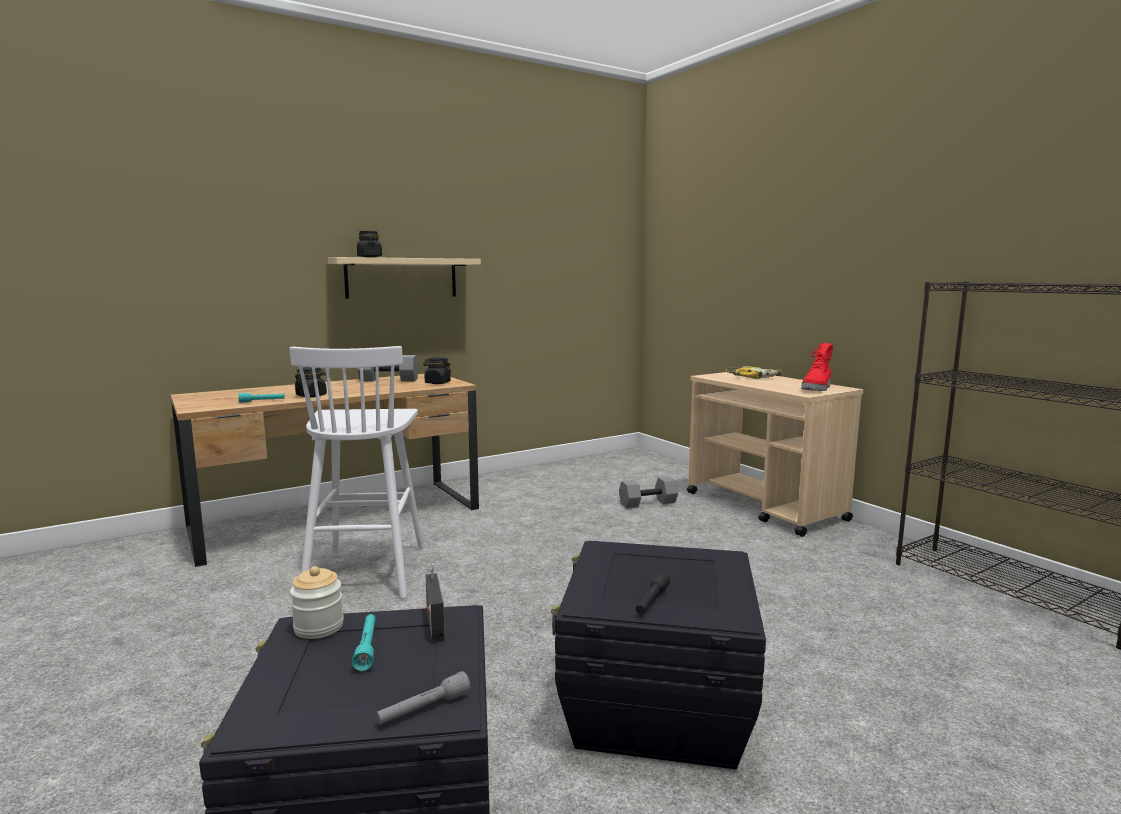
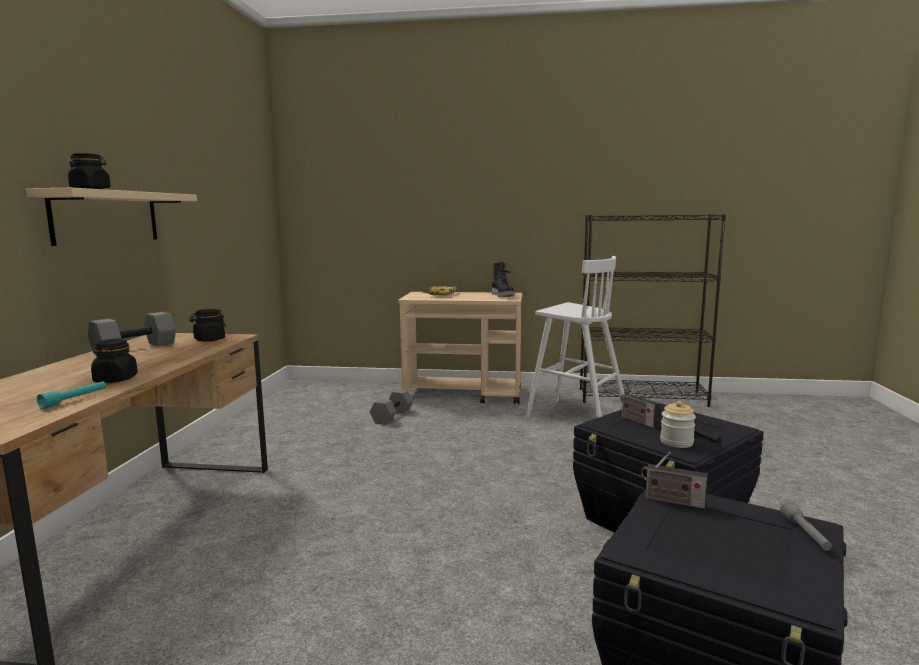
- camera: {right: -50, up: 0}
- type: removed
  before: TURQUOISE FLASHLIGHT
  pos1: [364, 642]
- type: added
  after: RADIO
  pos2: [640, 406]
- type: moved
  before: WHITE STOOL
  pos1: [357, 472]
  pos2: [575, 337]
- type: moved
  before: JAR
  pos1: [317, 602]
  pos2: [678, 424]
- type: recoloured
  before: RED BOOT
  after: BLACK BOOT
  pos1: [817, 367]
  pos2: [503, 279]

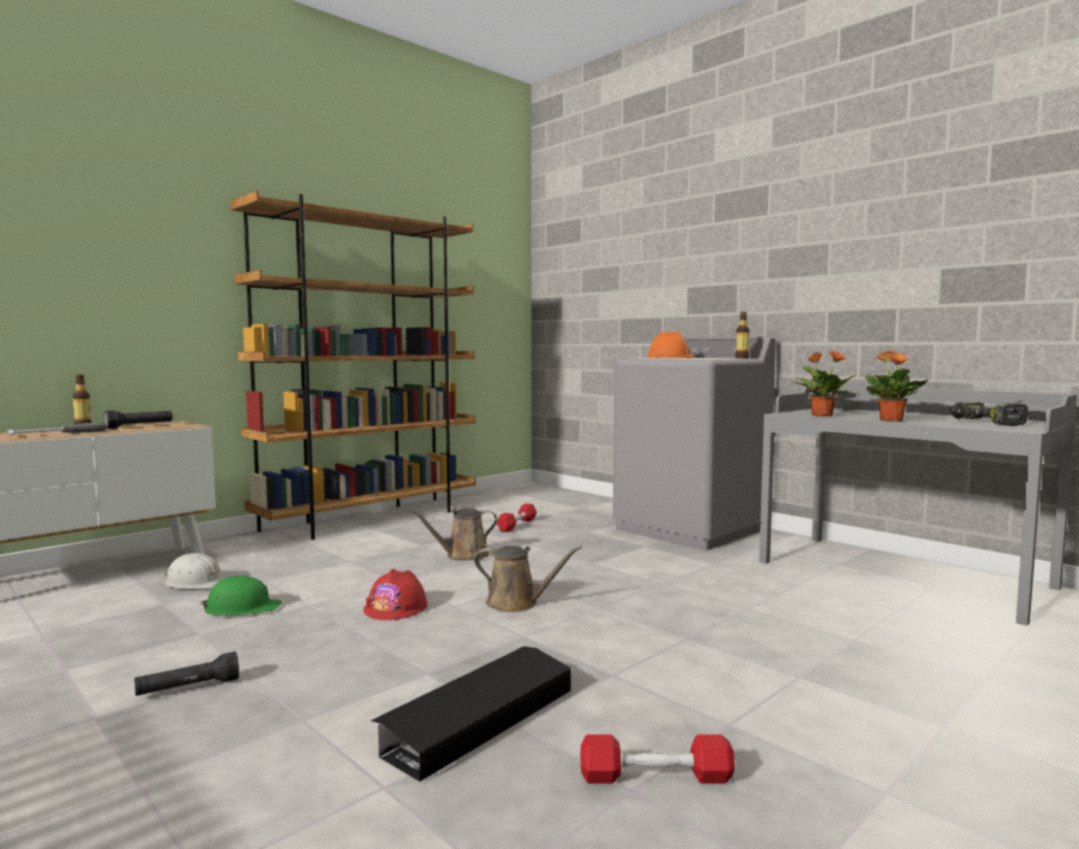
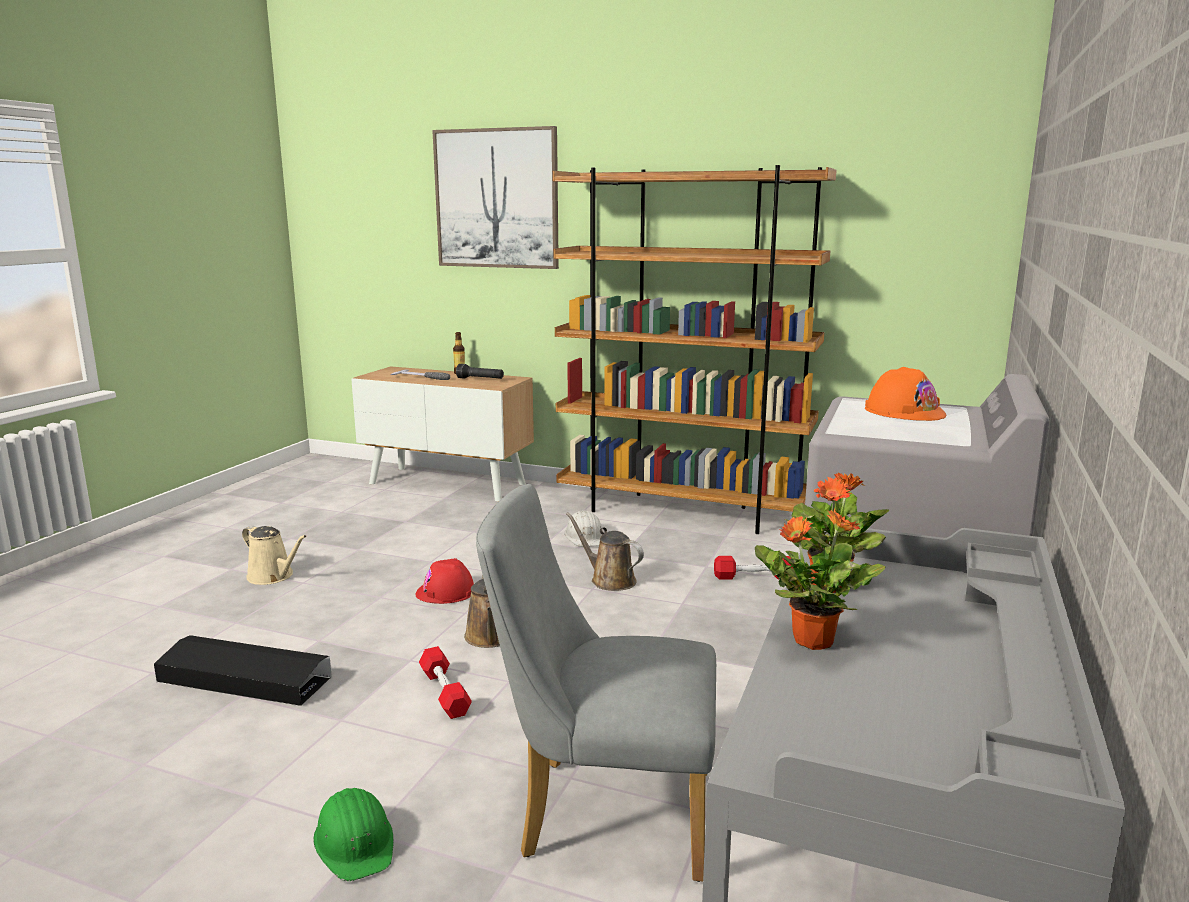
- camera: {right: 65, up: 10}
- type: removed
  before: BOTTLE
  pos1: [742, 335]
- type: removed
  before: POWER DRILL
  pos1: [988, 414]
- type: added
  after: PICTURE
  pos2: [495, 197]
- type: added
  after: GREY CHAIR
  pos2: [596, 683]
- type: moved
  before: WHITE HARD HAT
  pos1: [195, 571]
  pos2: [583, 528]
- type: moved
  before: GREEN HARD HAT
  pos1: [241, 595]
  pos2: [353, 834]
- type: moved
  before: RED DUMBBELL
  pos1: [657, 759]
  pos2: [445, 682]
- type: replaced
  before: BLACK FLASHLIGHT
  after: BEIGE WATERING CAN
  pos1: [186, 674]
  pos2: [274, 555]

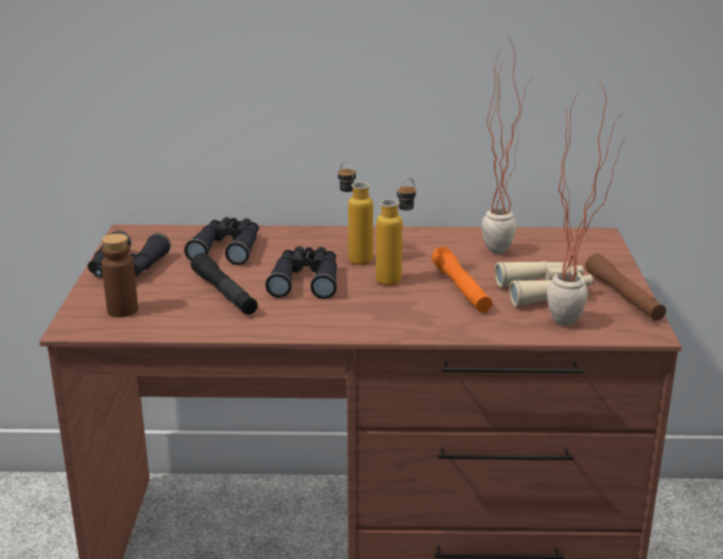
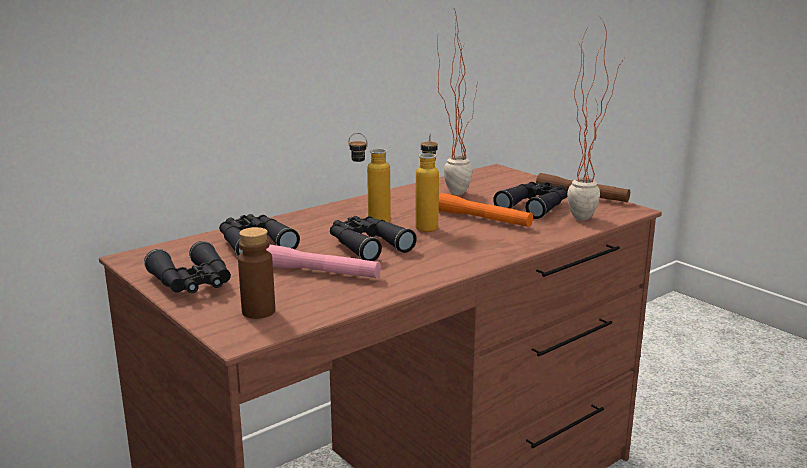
- camera: {right: -40, up: -5}
- type: recoloured
  before: BLACK FLASHLIGHT
  after: PINK FLASHLIGHT
  pos1: [224, 284]
  pos2: [323, 261]
- type: recoloured
  before: BEIGE BINOCULARS
  after: BLACK BINOCULARS
  pos1: [544, 284]
  pos2: [530, 200]

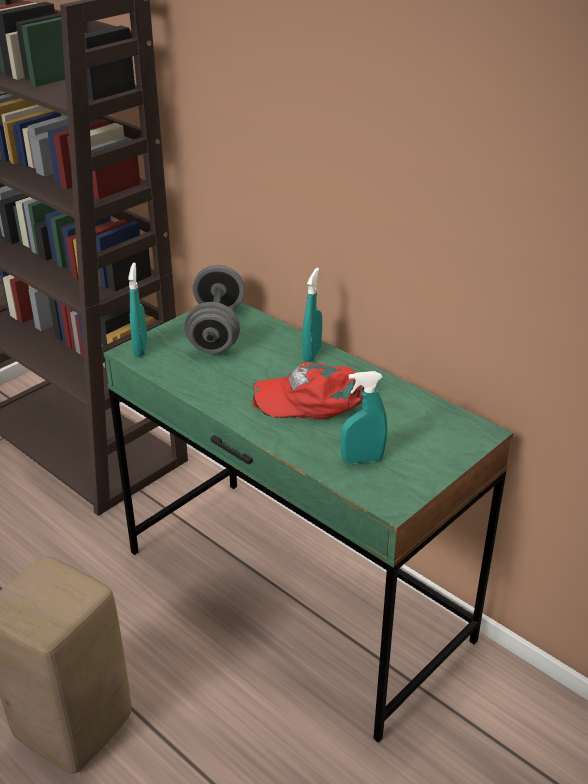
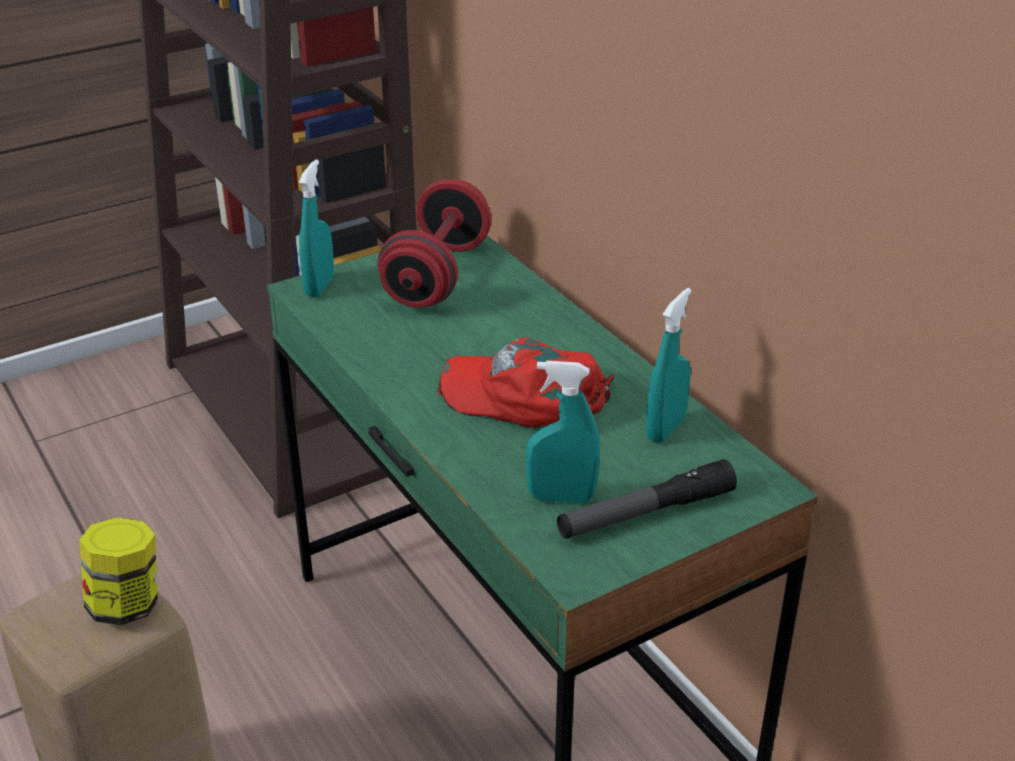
- camera: {right: 15, up: 0}
- type: added
  after: JAR
  pos2: [118, 571]
- type: added
  after: FLASHLIGHT
  pos2: [647, 499]
- type: moved
  before: TURQUOISE SPRAY BOTTLE
  pos1: [312, 315]
  pos2: [669, 365]
- type: recoloured
  before: GREY DUMBBELL
  after: RED DUMBBELL
  pos1: [214, 309]
  pos2: [434, 243]

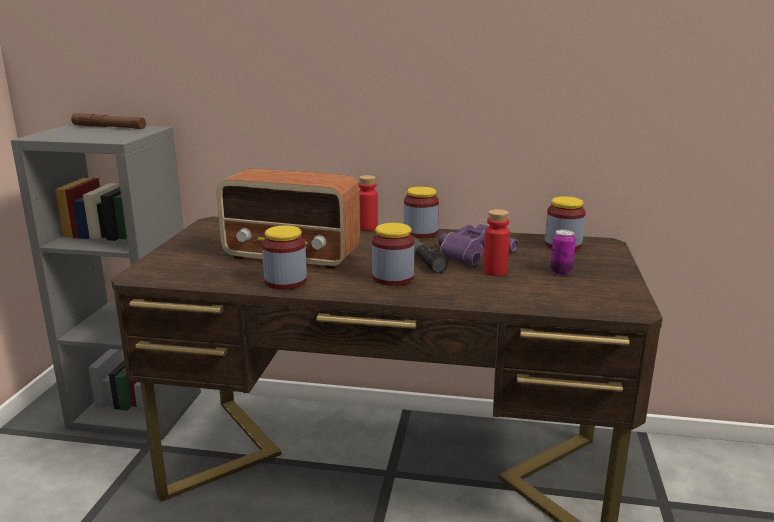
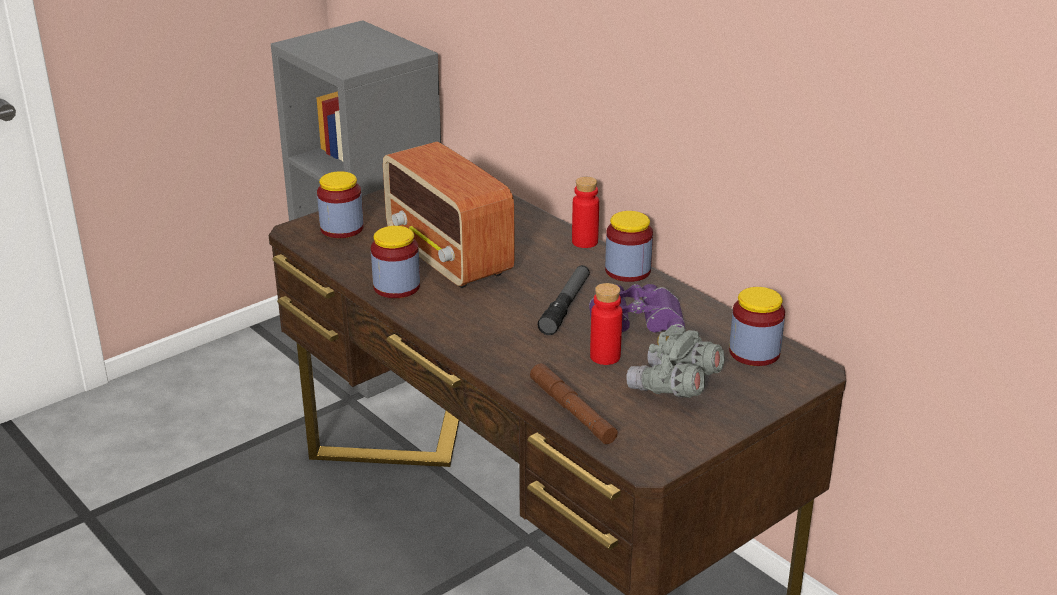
- camera: {right: 40, up: 10}
- type: moved
  before: BROWN FLASHLIGHT
  pos1: [108, 121]
  pos2: [574, 403]
- type: moved
  before: JAR
  pos1: [393, 254]
  pos2: [340, 204]
- type: replaced
  before: CAN
  after: GREY BINOCULARS
  pos1: [563, 252]
  pos2: [675, 361]

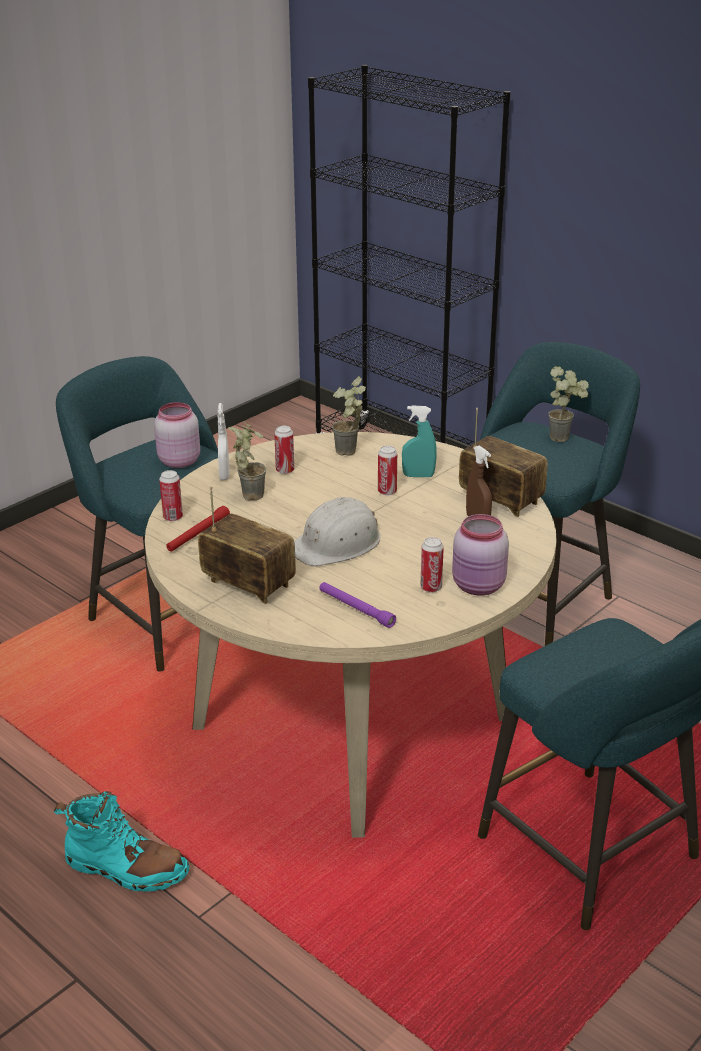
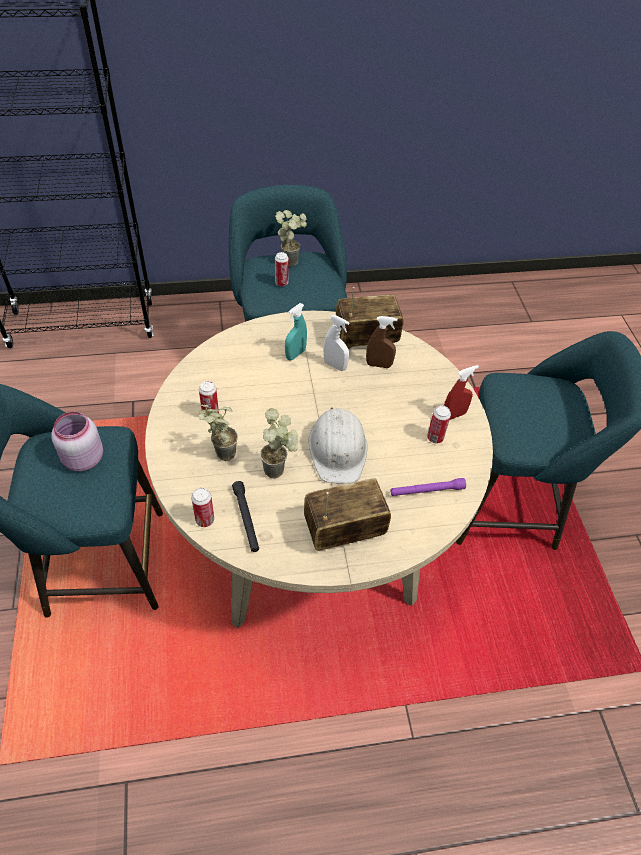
- camera: {right: -55, up: 20}
- type: removed
  before: TURQUOISE BOOT
  pos1: [121, 841]
- type: moved
  before: WHITE SPRAY BOTTLE
  pos1: [223, 441]
  pos2: [336, 343]
- type: moved
  before: POTTED PLANT
  pos1: [349, 416]
  pos2: [279, 443]
- type: moved
  before: CAN
  pos1: [387, 471]
  pos2: [282, 269]
- type: replaced
  before: PINK JAR
  after: RED SPRAY BOTTLE
  pos1: [480, 554]
  pos2: [461, 392]
- type: recoloured
  before: RED FLASHLIGHT
  after: BLACK FLASHLIGHT
  pos1: [198, 529]
  pos2: [245, 516]

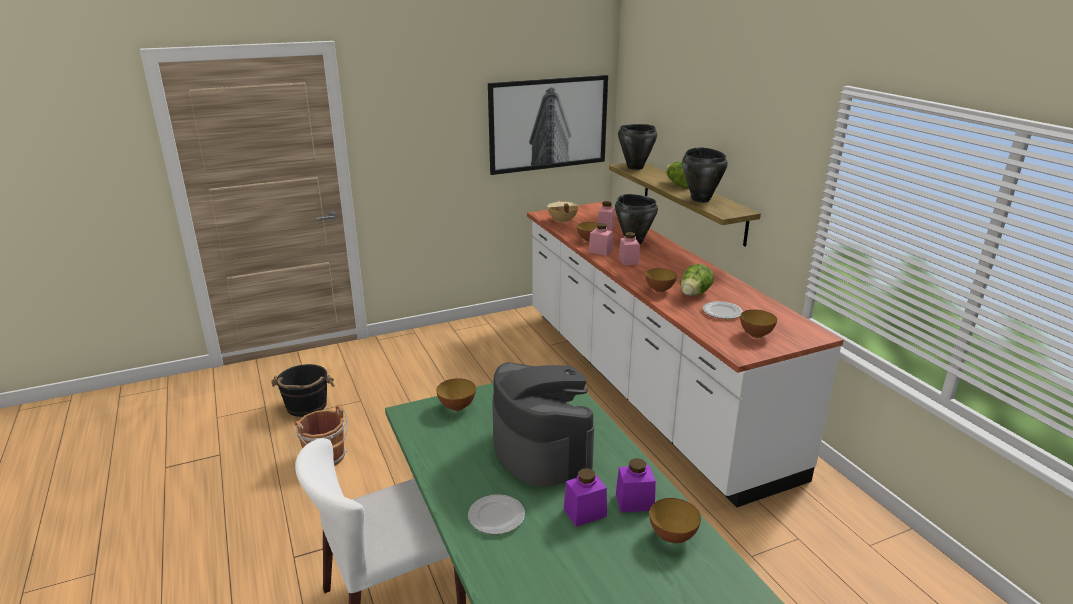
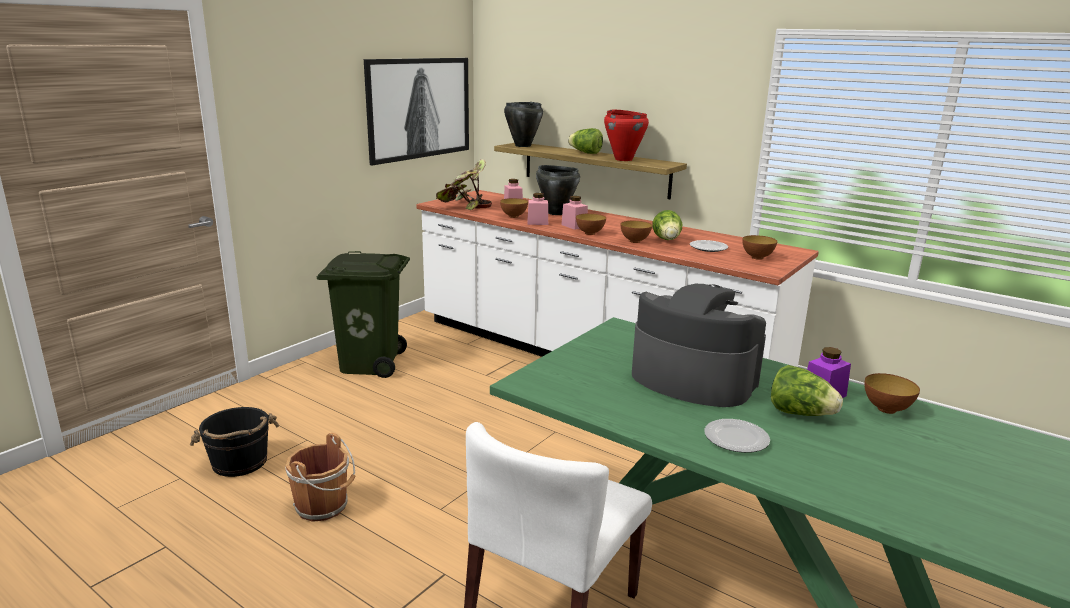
- camera: {right: -30, up: -5}
- type: added
  after: GREEN TRASH CAN
  pos2: [363, 314]
- type: moved
  before: BOWL
  pos1: [456, 394]
  pos2: [591, 224]
- type: replaced
  before: BEIGE COOKING POT
  after: POTTED PLANT
  pos1: [562, 212]
  pos2: [464, 184]
- type: replaced
  before: PURPLE JAR
  after: LETTUCE
  pos1: [585, 497]
  pos2: [807, 390]
- type: recoloured
  before: BLACK COOKING POT
  after: RED COOKING POT
  pos1: [705, 174]
  pos2: [626, 135]

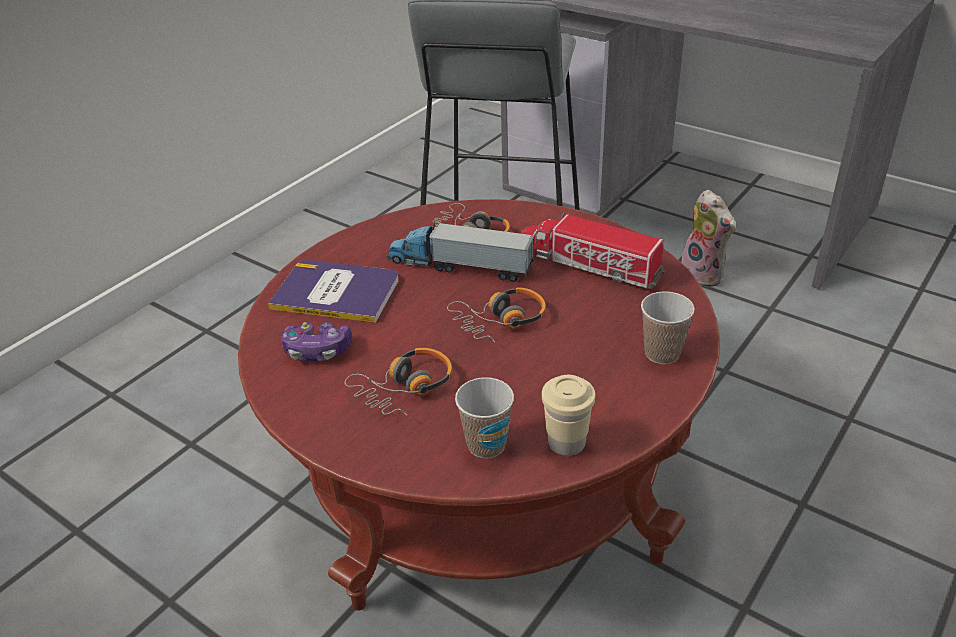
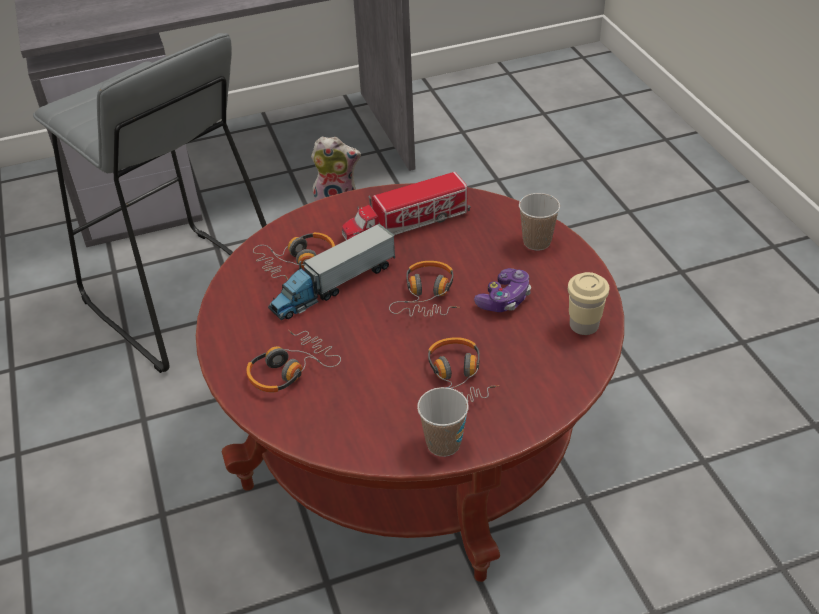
- camera: {right: -55, up: 5}
- type: moved
  before: GAME CONTROLLER
  pos1: [316, 342]
  pos2: [502, 290]
- type: moved
  before: CUP
  pos1: [484, 417]
  pos2: [443, 422]
- type: replaced
  before: BOOK
  after: HEADPHONES
  pos1: [333, 291]
  pos2: [293, 361]

